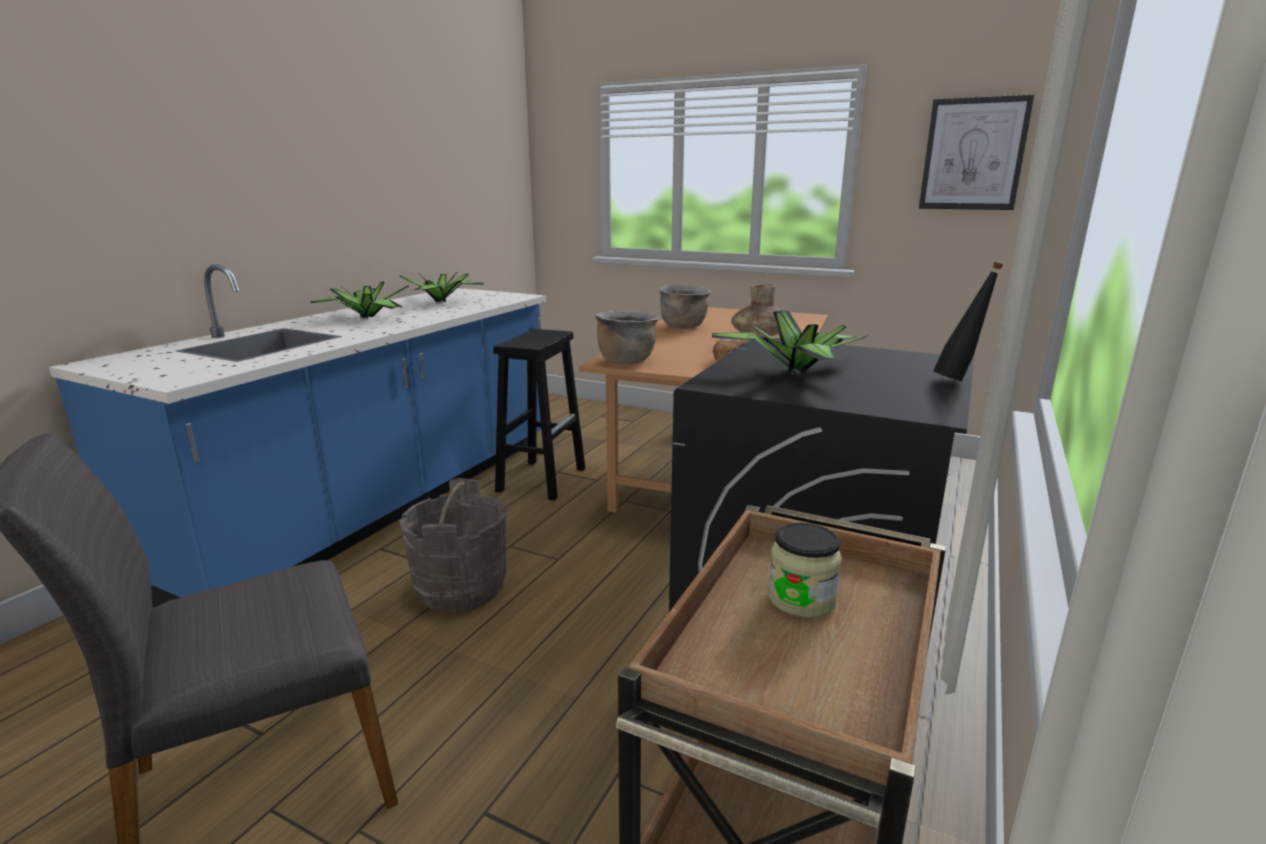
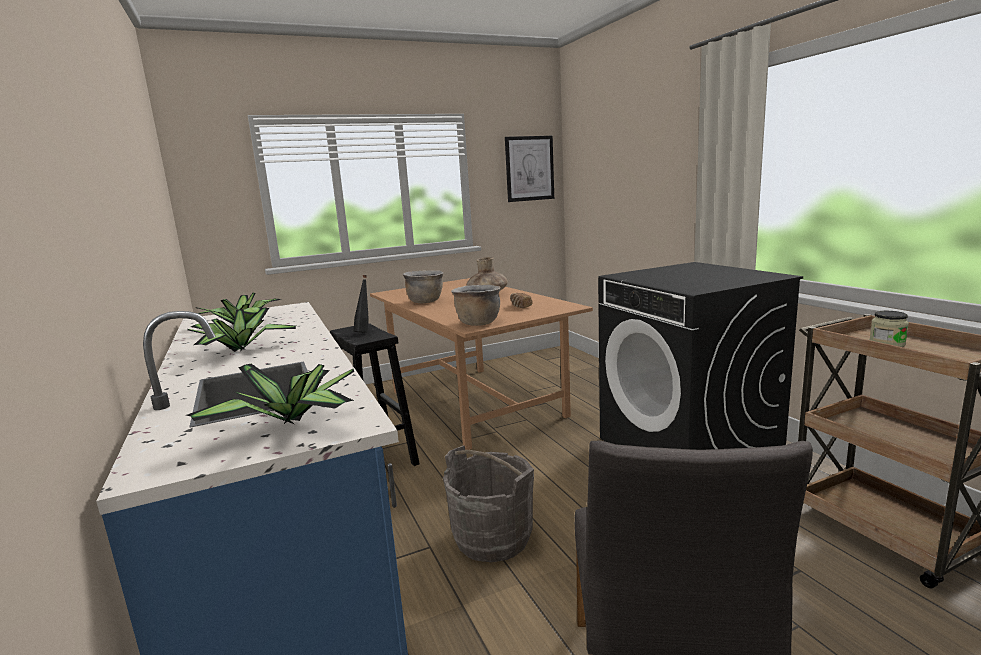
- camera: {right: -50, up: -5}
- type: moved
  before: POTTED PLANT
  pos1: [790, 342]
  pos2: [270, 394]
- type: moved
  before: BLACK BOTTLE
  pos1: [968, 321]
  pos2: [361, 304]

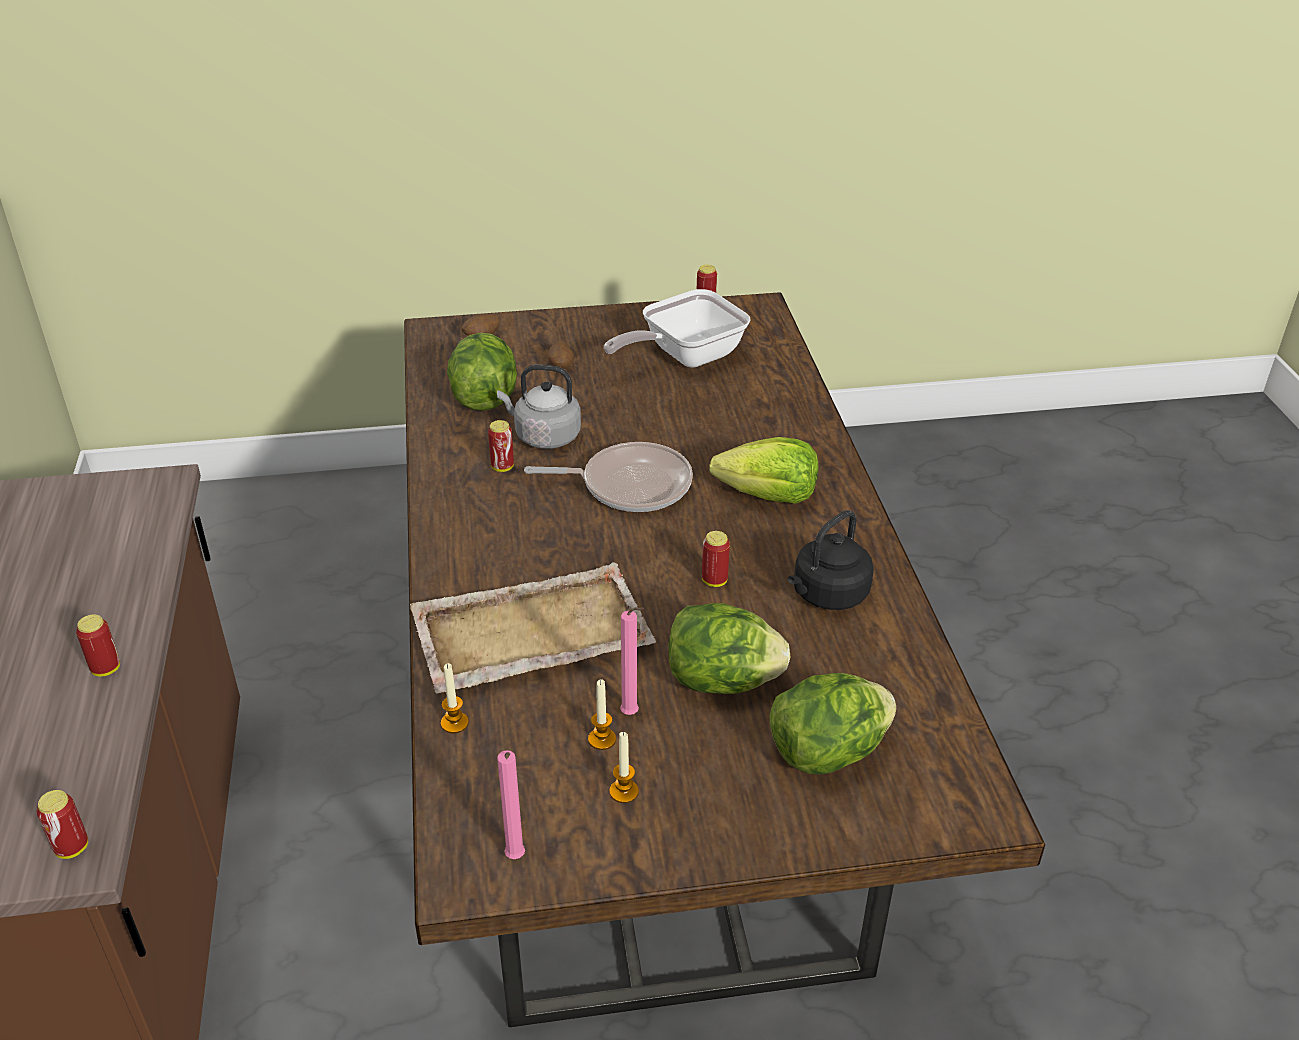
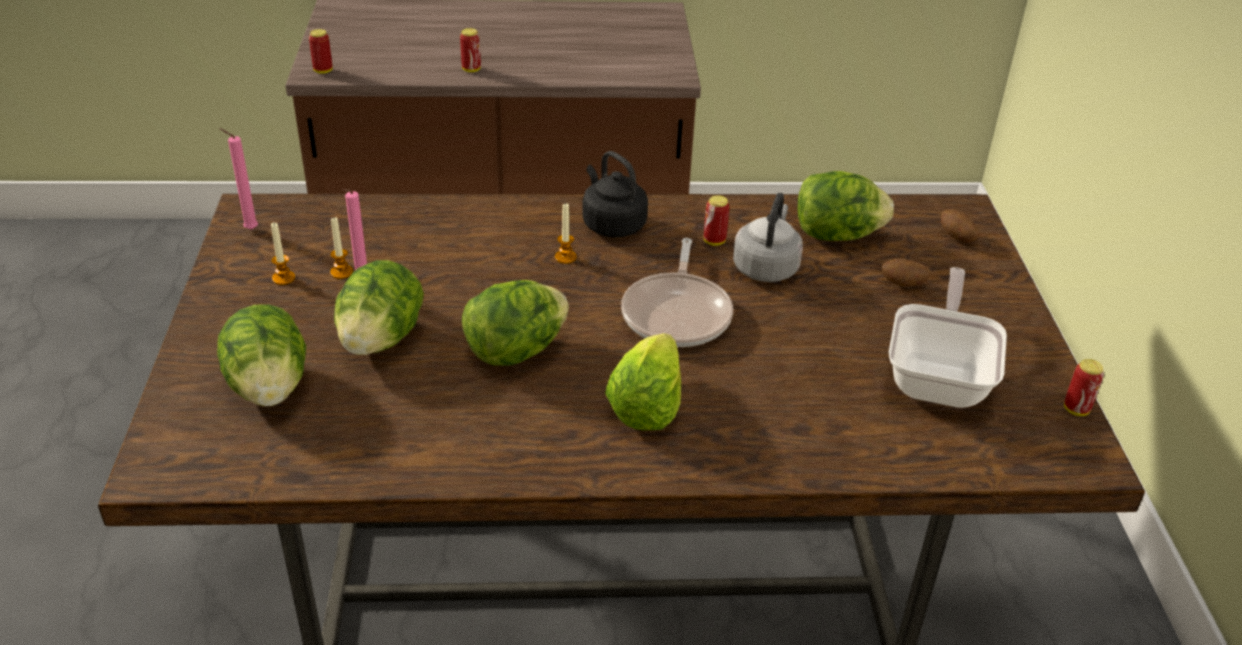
- camera: {right: 95, up: 0}
- type: removed
  before: BEIGE TRAY
  pos1: [533, 628]
- type: moved
  before: CANDLE
  pos1: [455, 698]
  pos2: [566, 233]
- type: moved
  before: BLACK KETTLE
  pos1: [830, 560]
  pos2: [615, 194]
- type: replaced
  before: CAN
  after: LETTUCE
  pos1: [716, 559]
  pos2: [515, 323]
- type: turned
  before: FRYING PAN
  pos1: [677, 328]
  pos2: [948, 337]
  turn: 45

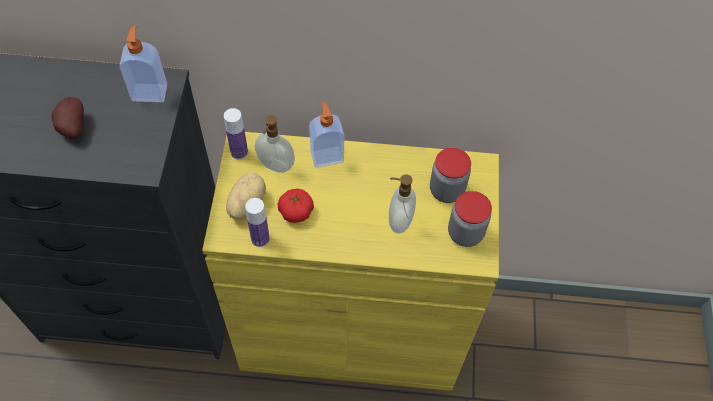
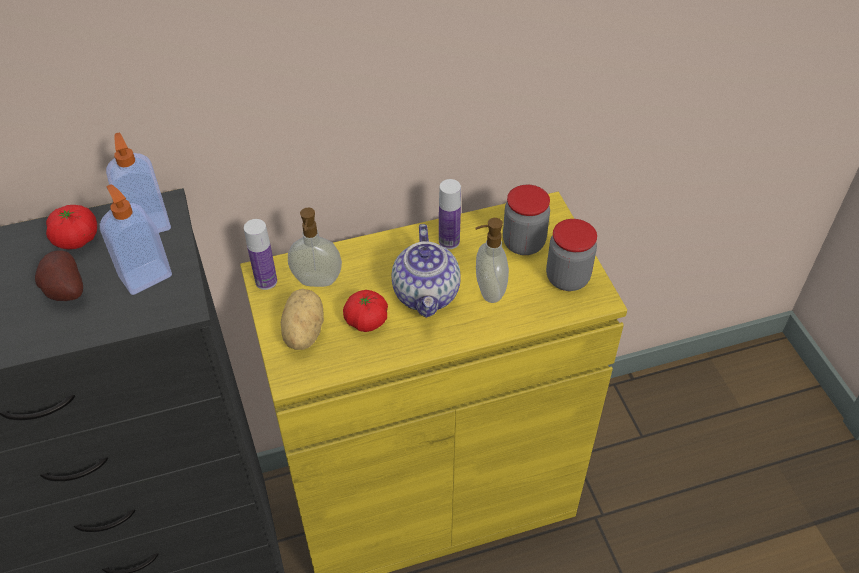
- camera: {right: -20, up: -10}
- type: added
  after: TOMATO
  pos2: [71, 227]
- type: added
  after: TEAPOT
  pos2: [426, 271]
- type: moved
  before: BOTTLE
  pos1: [257, 222]
  pos2: [450, 214]
- type: moved
  before: SOAP DISPENSER
  pos1: [326, 135]
  pos2: [136, 239]

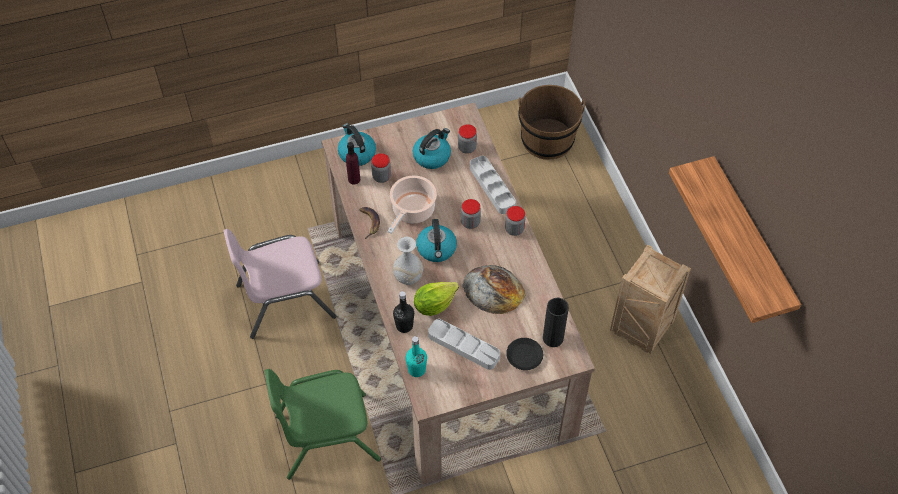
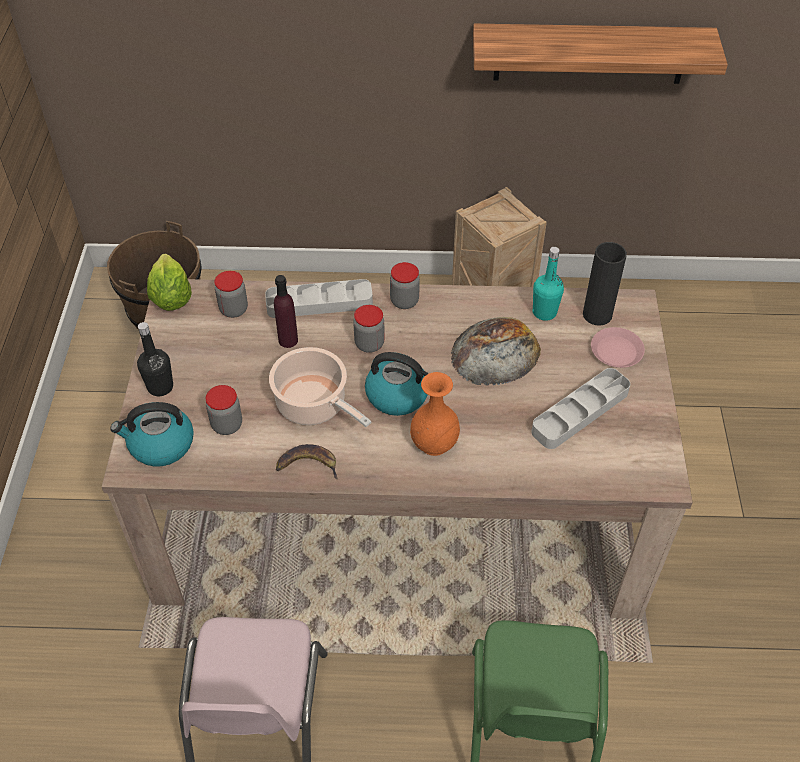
- camera: {right: -70, up: -5}
- type: removed
  before: KETTLE
  pos1: [432, 148]
- type: moved
  before: PURPLE BOTTLE
  pos1: [353, 163]
  pos2: [286, 311]
- type: moved
  before: BLACK BOTTLE
  pos1: [403, 312]
  pos2: [155, 359]
- type: moved
  before: TURQUOISE BOTTLE
  pos1: [416, 356]
  pos2: [548, 284]
- type: moved
  before: LETTUCE
  pos1: [436, 299]
  pos2: [169, 282]
- type: recoloured
  before: WHITE VASE
  after: ORANGE VASE
  pos1: [408, 261]
  pos2: [435, 414]
- type: recoloured
  before: BLACK PLATE
  after: PINK PLATE
  pos1: [524, 354]
  pos2: [618, 347]

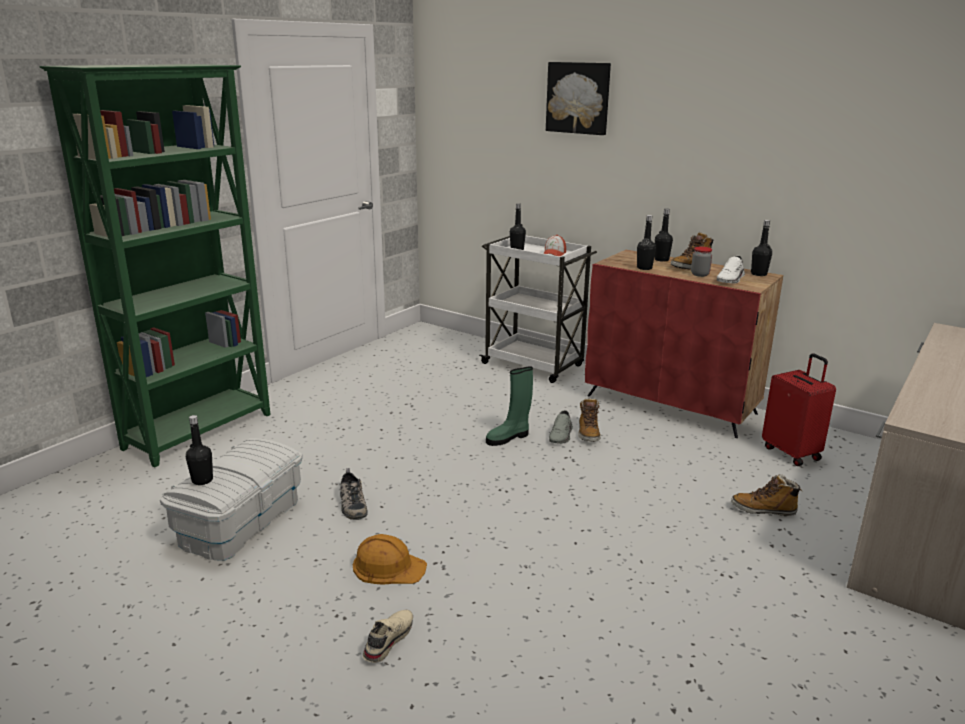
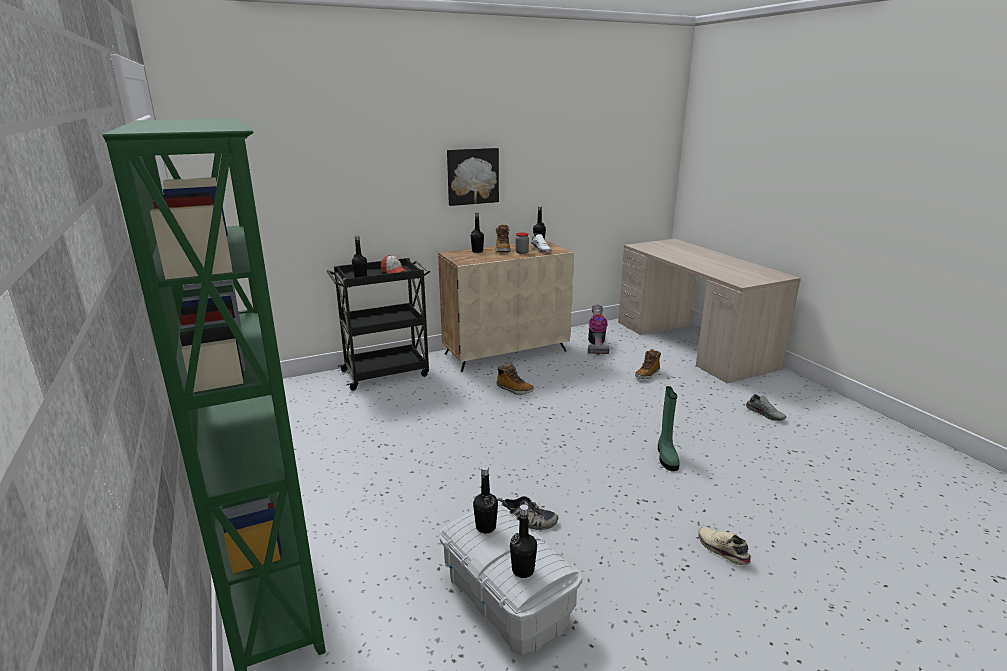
- camera: {right: -60, up: 0}
- type: removed
  before: ORANGE HARD HAT
  pos1: [390, 559]
- type: moved
  before: GREEN BOOT
  pos1: [509, 406]
  pos2: [669, 428]
- type: moved
  before: PICTURE
  pos1: [578, 98]
  pos2: [473, 177]
- type: moved
  before: GREY SHOE
  pos1: [561, 427]
  pos2: [766, 407]
- type: moved
  before: BLACK BOTTLE
  pos1: [646, 242]
  pos2: [485, 499]
- type: replaced
  before: RED SUITCASE
  after: VACUUM CLEANER
  pos1: [799, 409]
  pos2: [598, 330]
- type: recoloured
  before: WHITE CART
  after: BLACK CART
  pos1: [538, 309]
  pos2: [378, 324]
- type: recoloured
  before: RED CABINET
  after: BEIGE CABINET
  pos1: [684, 344]
  pos2: [506, 306]

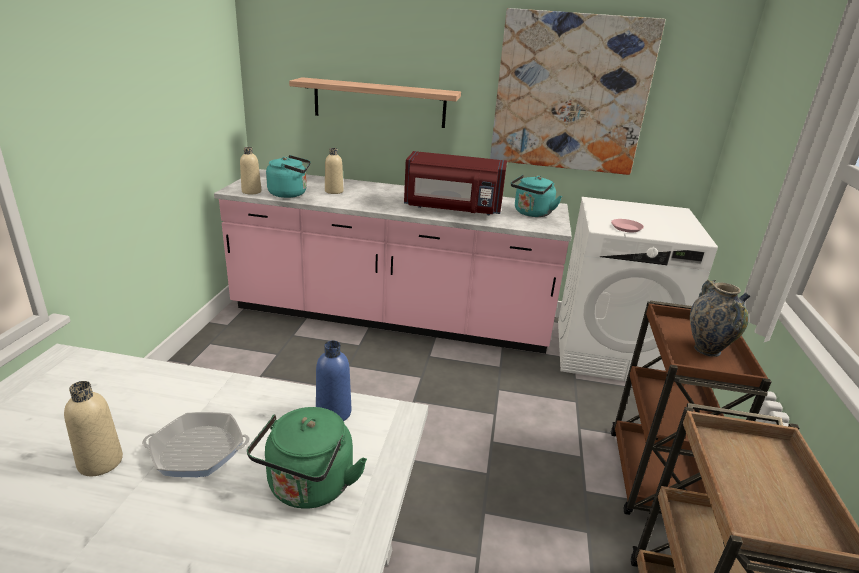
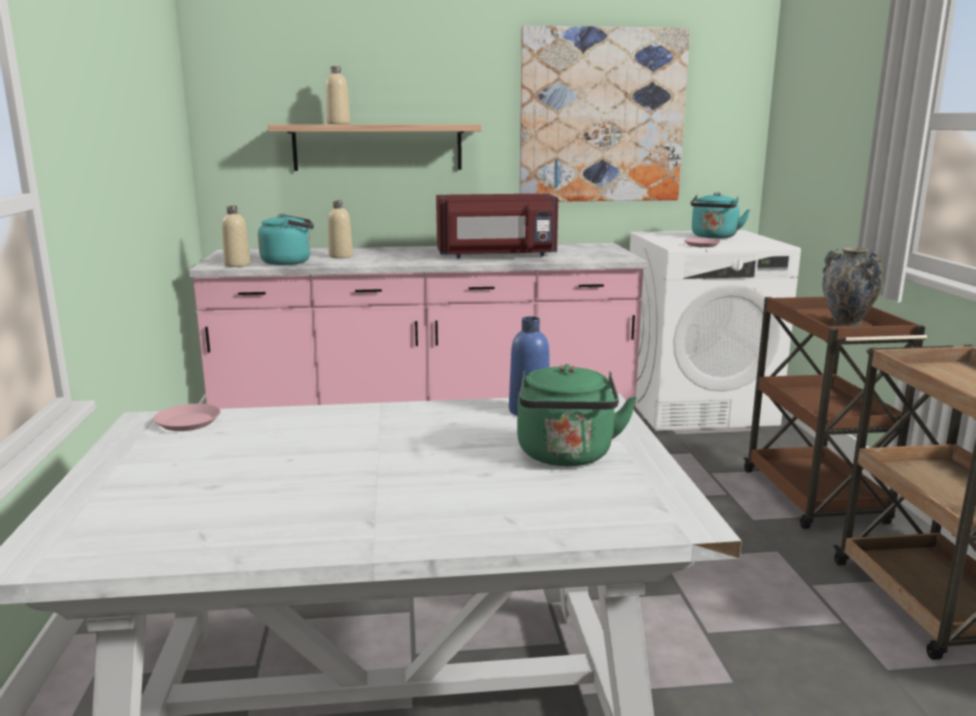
- camera: {right: -15, up: -10}
- type: removed
  before: FRYING PAN
  pos1: [196, 444]
- type: added
  after: PINK PLATE
  pos2: [187, 417]
- type: moved
  before: BEIGE BOTTLE
  pos1: [93, 428]
  pos2: [338, 95]
- type: moved
  before: TURQUOISE KETTLE
  pos1: [536, 195]
  pos2: [721, 215]

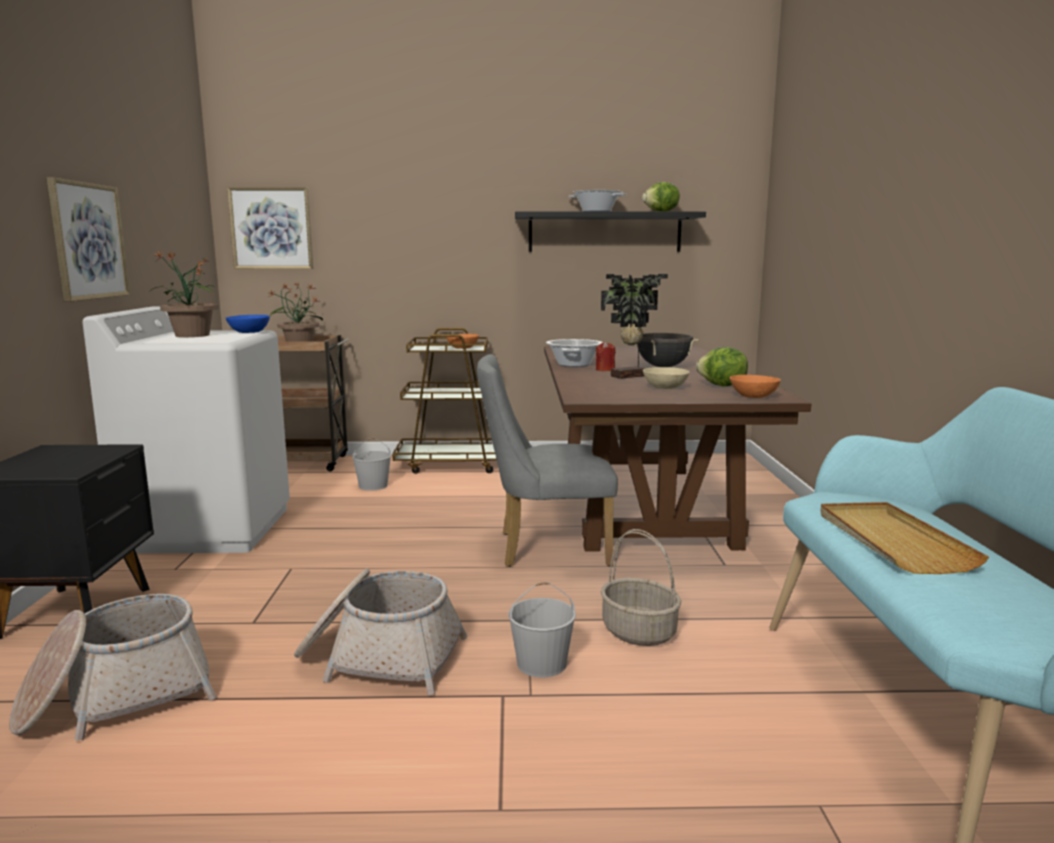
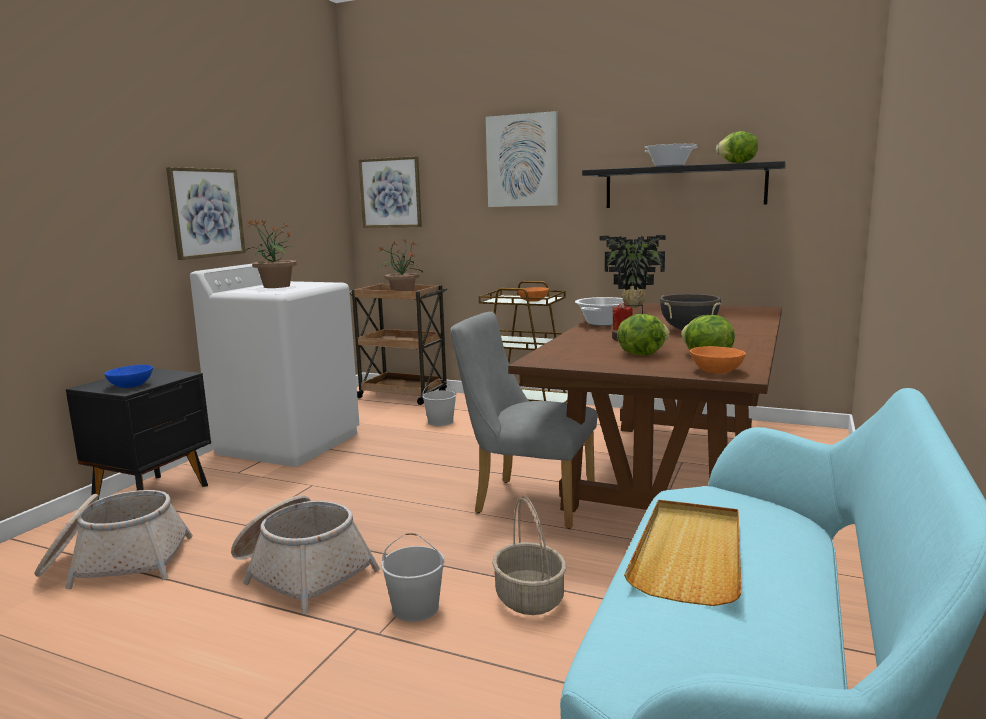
- camera: {right: 25, up: 0}
- type: added
  after: PICTURE
  pos2: [522, 159]
- type: moved
  before: BLUE BOWL
  pos1: [248, 324]
  pos2: [128, 376]
- type: replaced
  before: BEIGE BOWL
  after: LETTUCE
  pos1: [666, 378]
  pos2: [643, 334]

